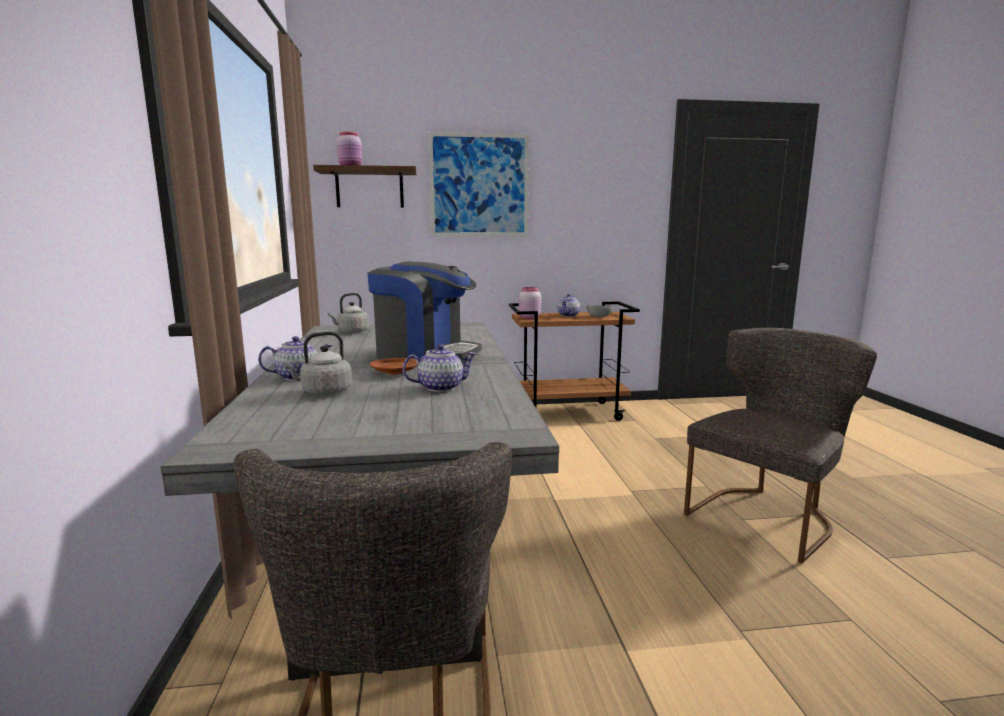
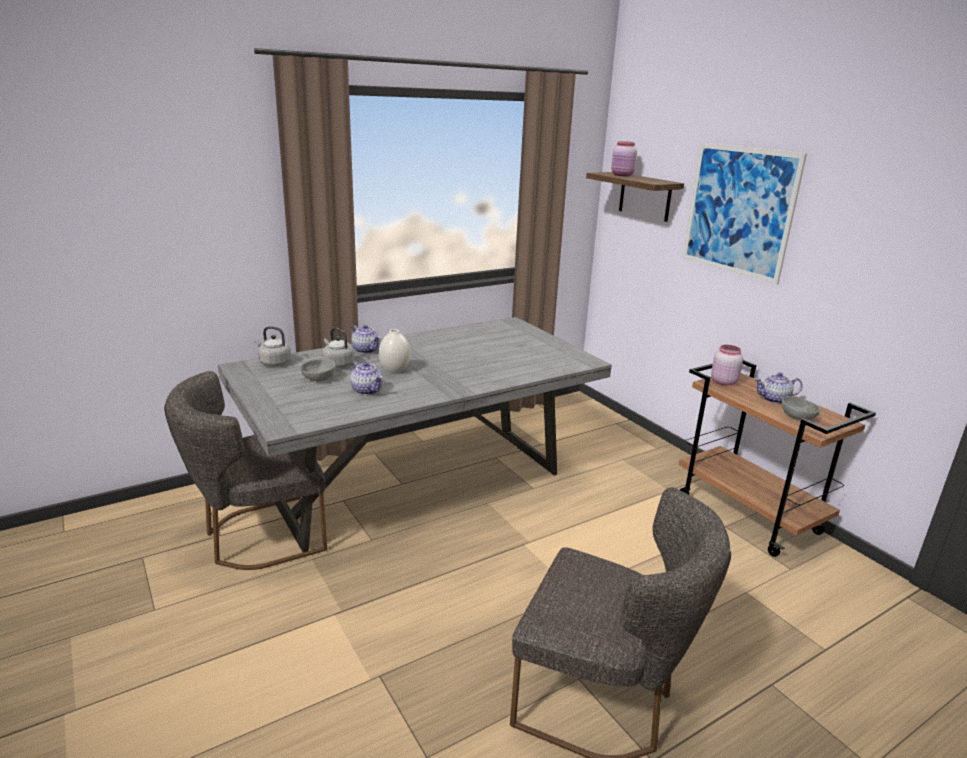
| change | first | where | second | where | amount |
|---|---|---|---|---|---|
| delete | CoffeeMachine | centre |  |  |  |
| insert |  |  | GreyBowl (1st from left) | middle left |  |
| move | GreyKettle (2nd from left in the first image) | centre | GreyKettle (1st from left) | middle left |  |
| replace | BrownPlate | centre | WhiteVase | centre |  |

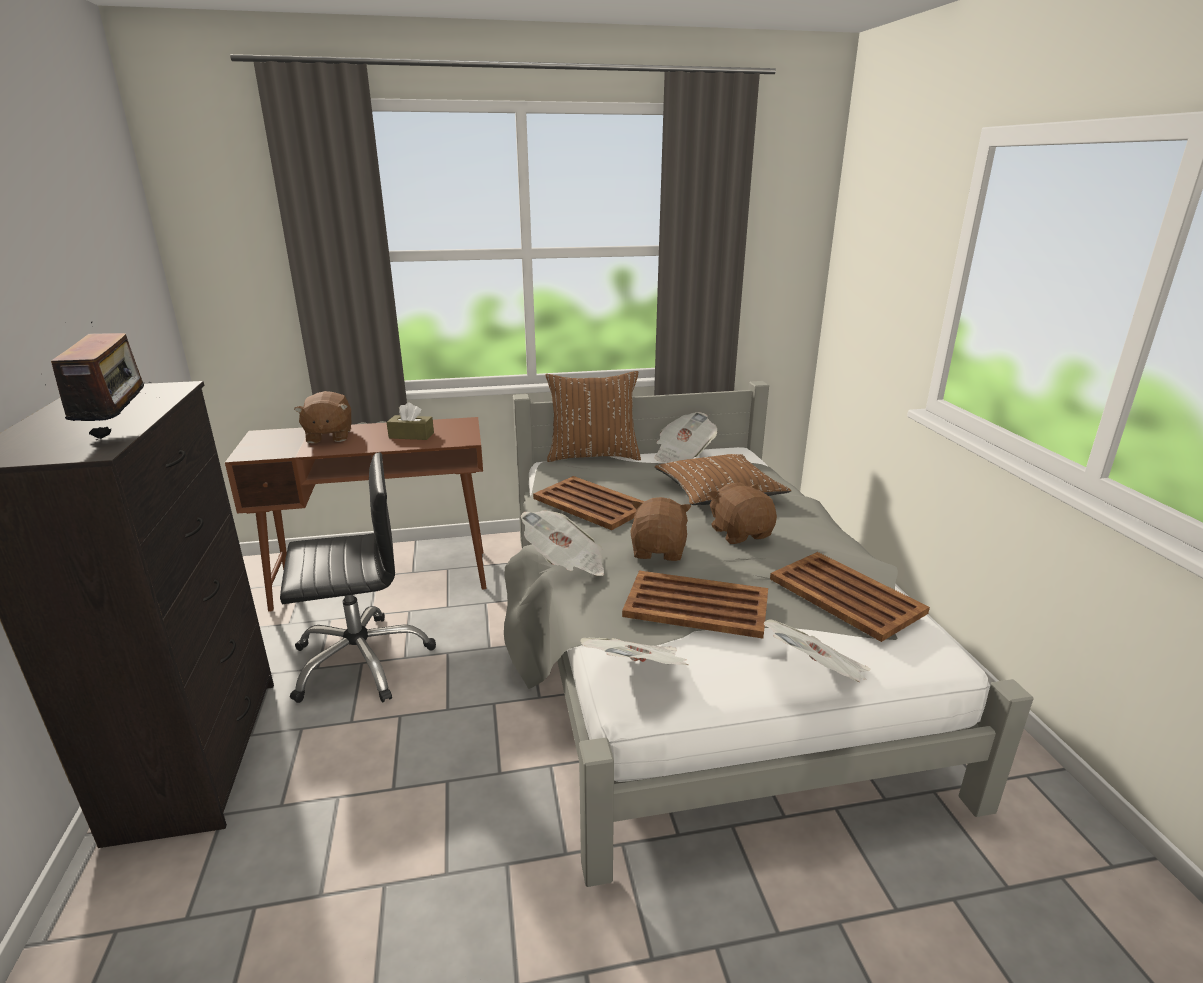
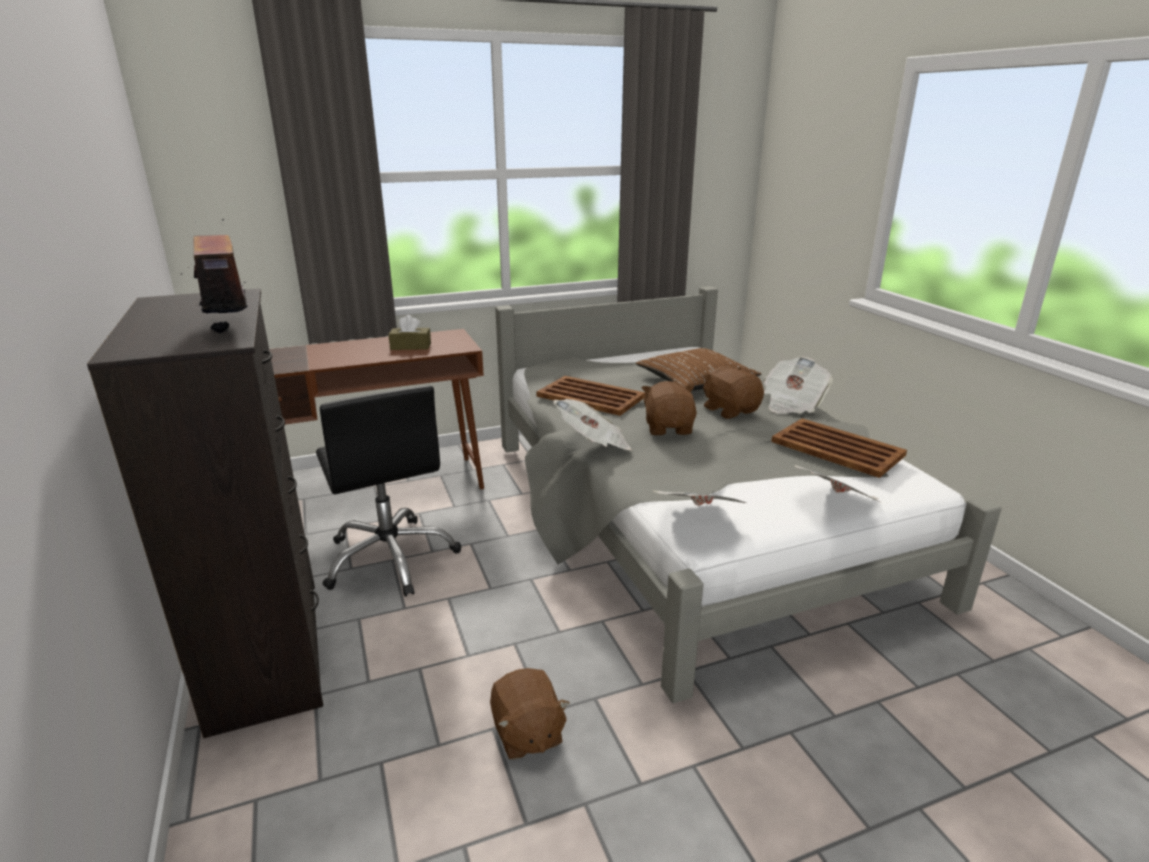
| change | first | where | second | where | amount |
|---|---|---|---|---|---|
| delete | BrownPillow (1st from left) | centre |  |  |  |
| delete | BrownTray (2nd from left) | centre |  |  |  |
| move | BrownPlushToy (1st from left) | middle left |  | bottom centre |  |
| move | Newspaper (3rd from left) | centre |  | middle right |  |
| rotate | BlackOfficeChair | middle left |  | centre | 90 degrees clockwise |

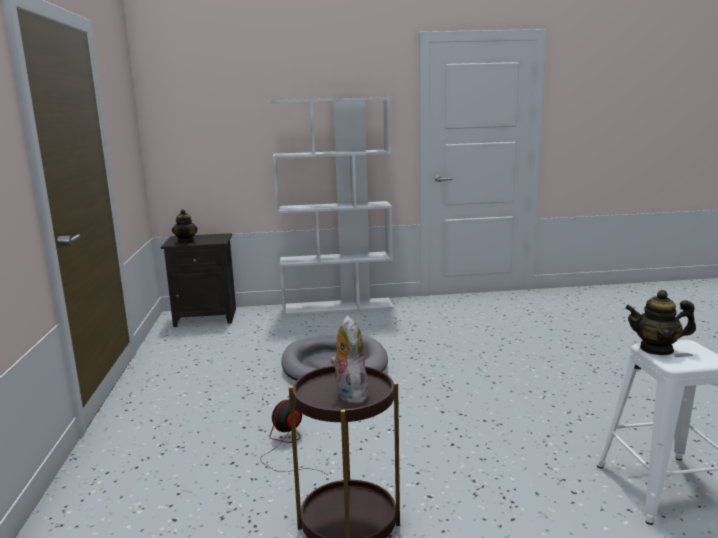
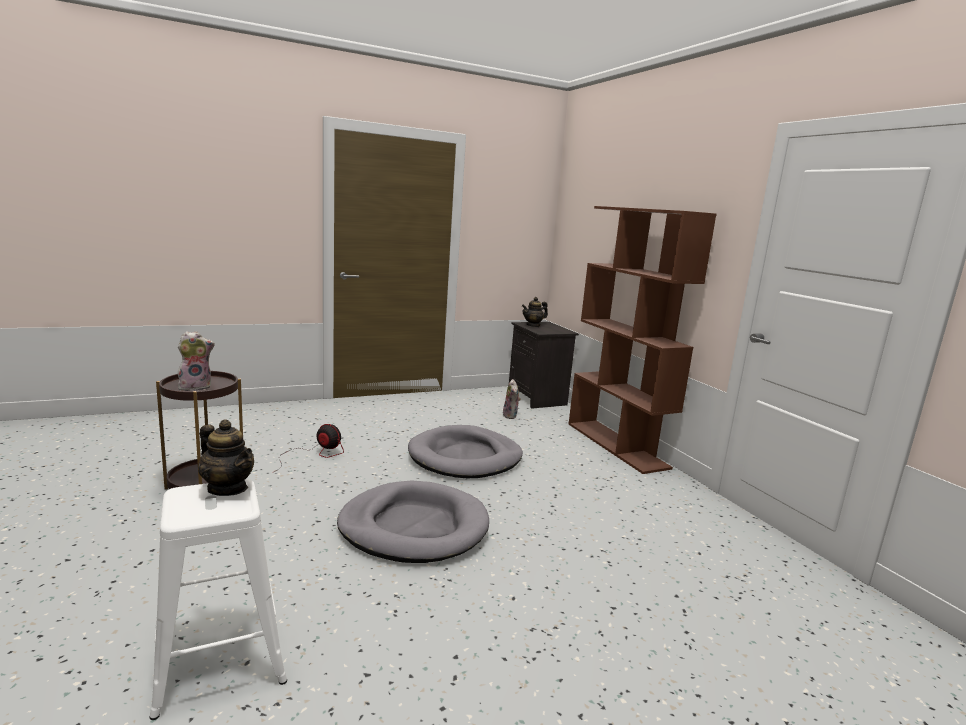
| change | first | where | second | where | amount |
|---|---|---|---|---|---|
| insert |  |  | GreyDogBed (1st from left) | bottom centre |  |
| insert |  |  | PlushToy (2nd from left) | centre |  |
| recolor | WhiteBookcase | centre | BrownBookcase | centre |  |
| rotate | Teapot (2nd from left in the first image) | middle right | Teapot (1st from left) | middle left | 135 degrees clockwise |

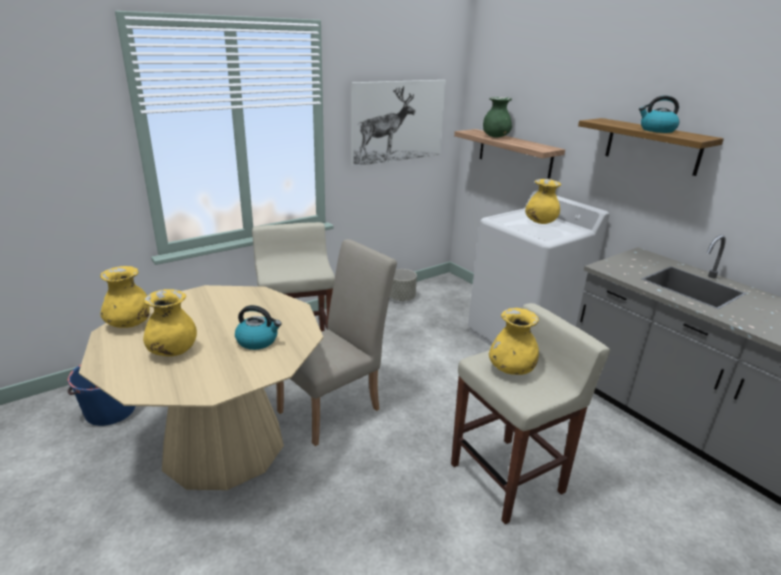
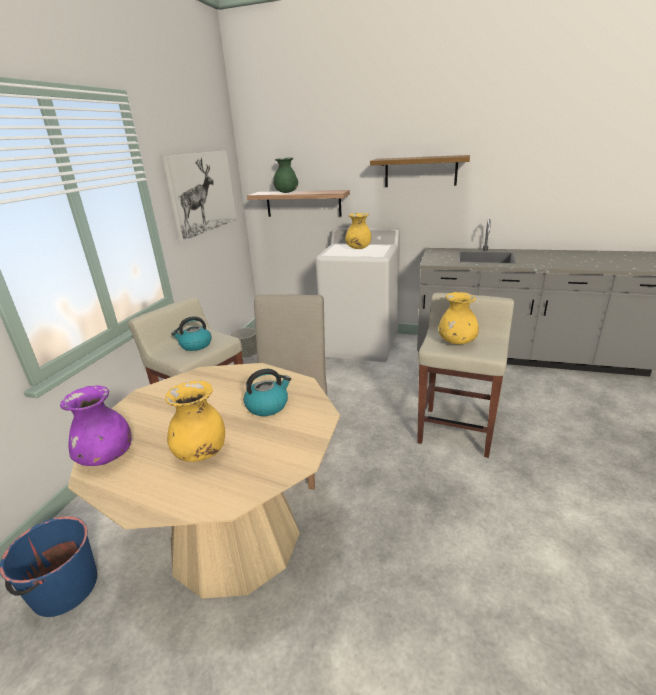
| change | first | where | second | where | amount |
|---|---|---|---|---|---|
| move | Kettle (2nd from left in the first image) | top right | Kettle (1st from left) | middle left |  |
| recolor | YellowVase (1st from left) | middle left | PurpleVase | middle left |  |

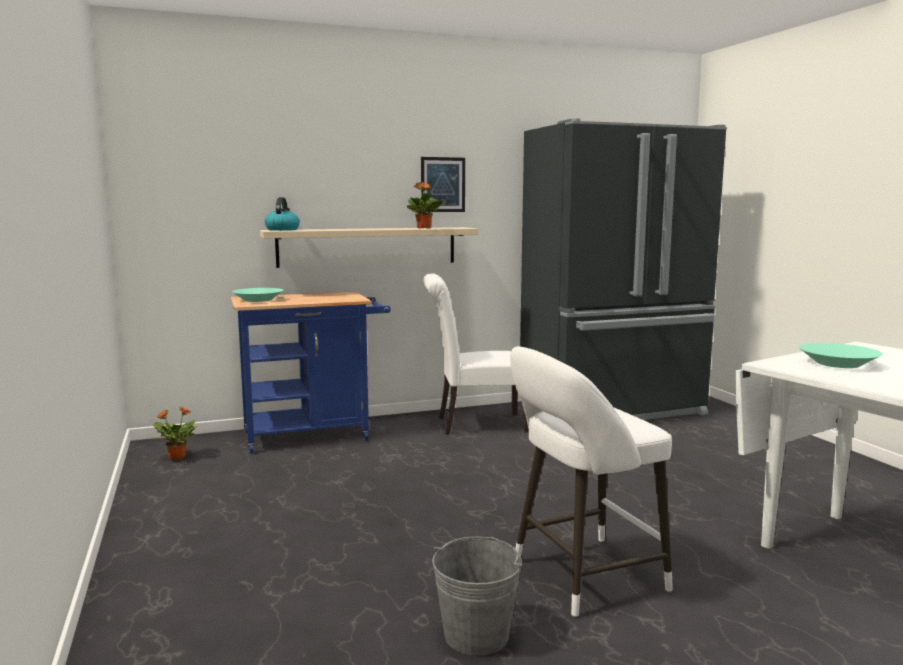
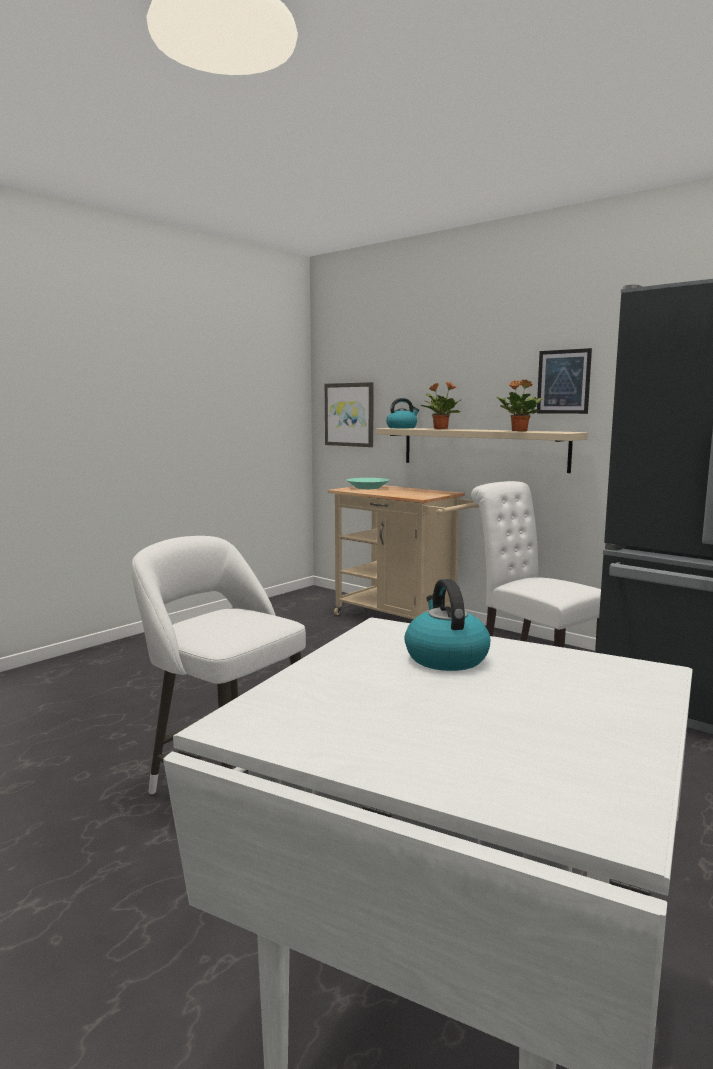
| change | first | where | second | where | amount |
|---|---|---|---|---|---|
| delete | GreyBucket | bottom centre |  |  |  |
| insert |  |  | Picture (1st from left) | centre |  |
| move | PottedPlant (1st from left) | middle left |  | centre |  |
| replace | TurquoiseBowl (2nd from left) | middle right | Kettle (2nd from left) | centre |  |
| recolor | BlueCart | centre | BeigeCart | centre |  |

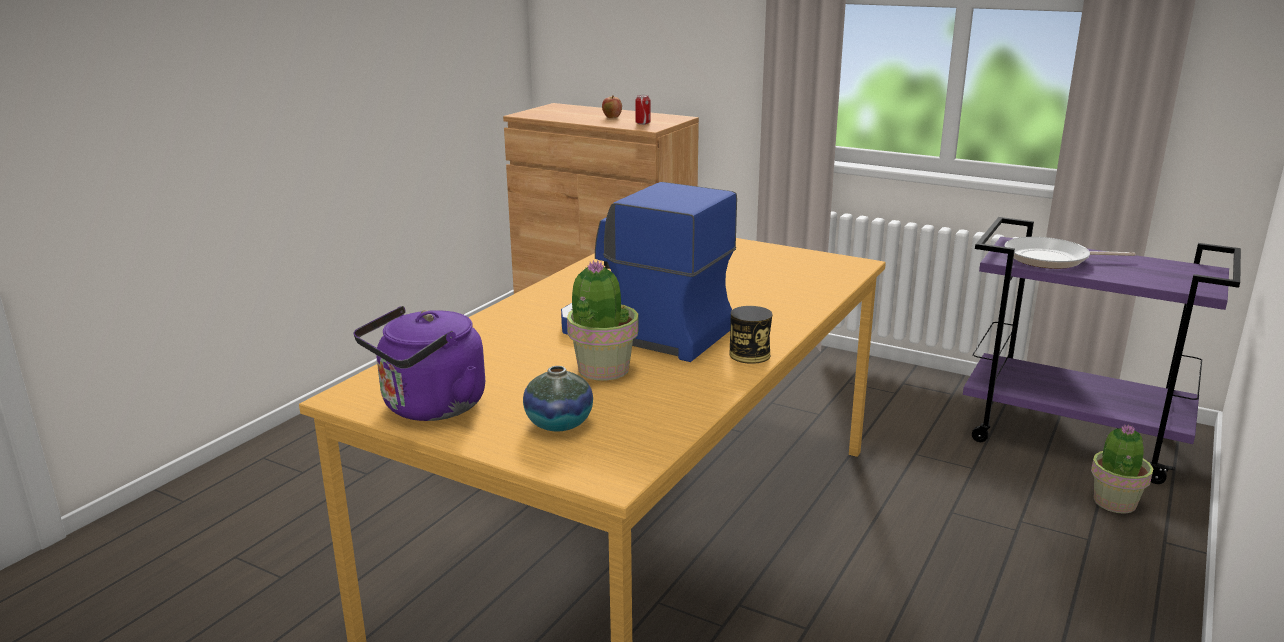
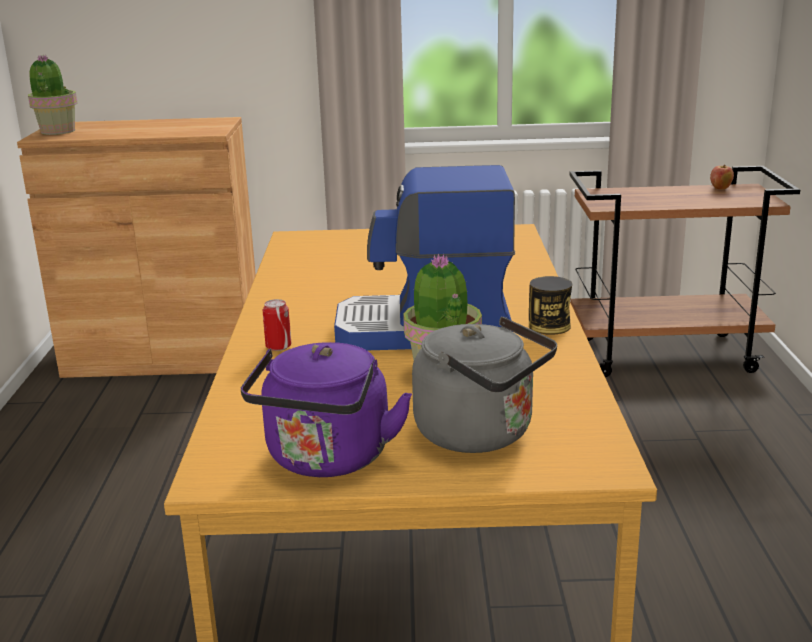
| change | first | where | second | where | amount |
|---|---|---|---|---|---|
| delete | FryingPan | middle right |  |  |  |
| move | Apple | top centre |  | top right |  |
| move | Can (1st from left) | top centre |  | centre |  |
| move | PottedPlant (2nd from left in the first image) | bottom right | PottedPlant (1st from left) | top left |  |
| replace | Vase | centre | GreyKettle | centre |  |
| recolor | PurpleCart | middle right | BrownCart | middle right |  |

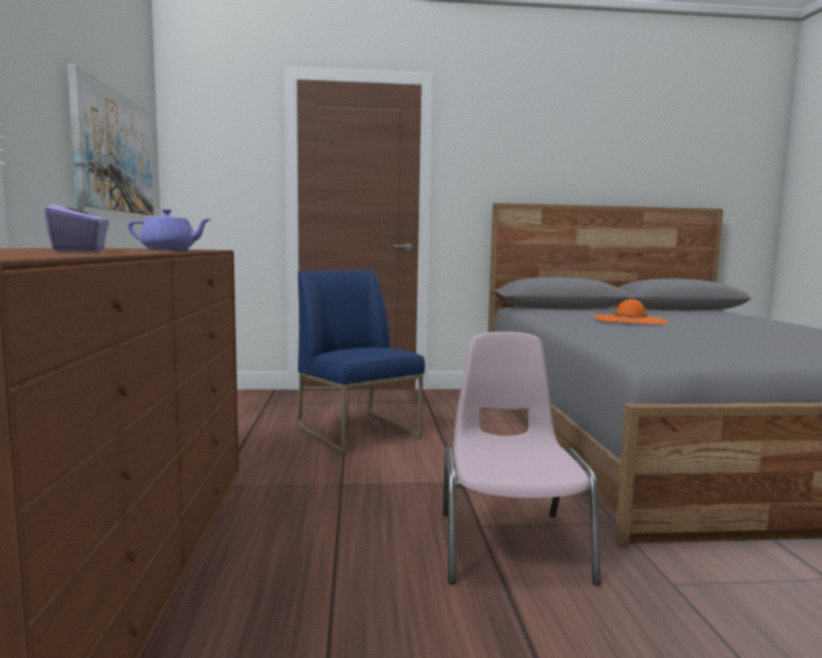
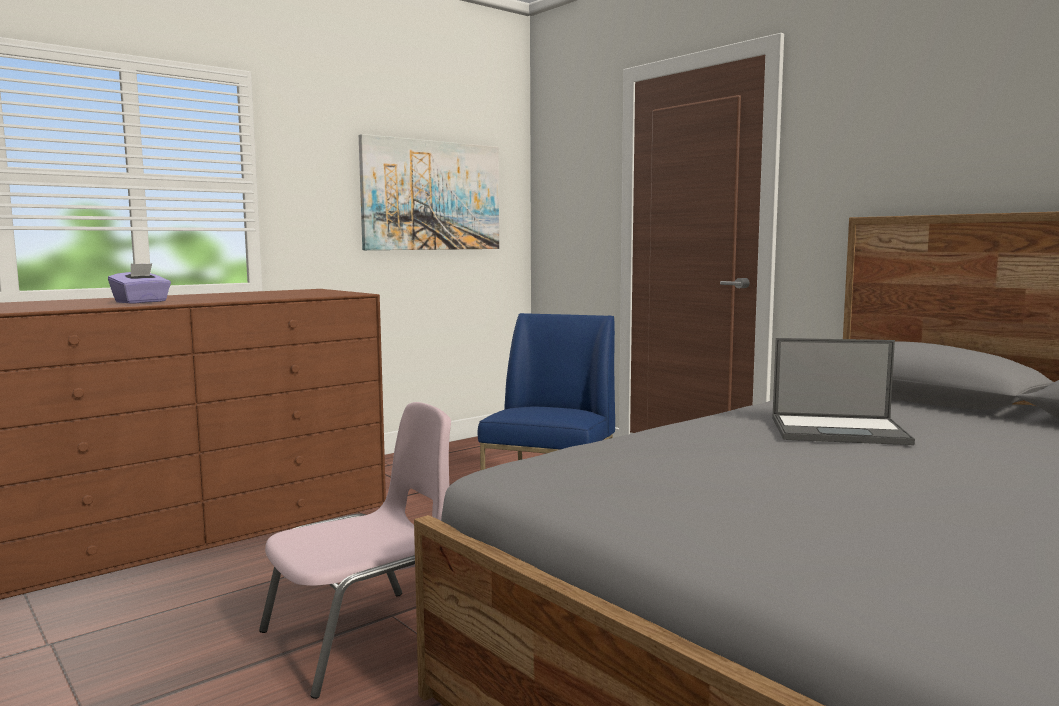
| change | first | where | second | where | amount |
|---|---|---|---|---|---|
| delete | PurpleTeapot | middle left |  |  |  |
| replace | OrangeHat | middle right | Laptop | middle right |  |

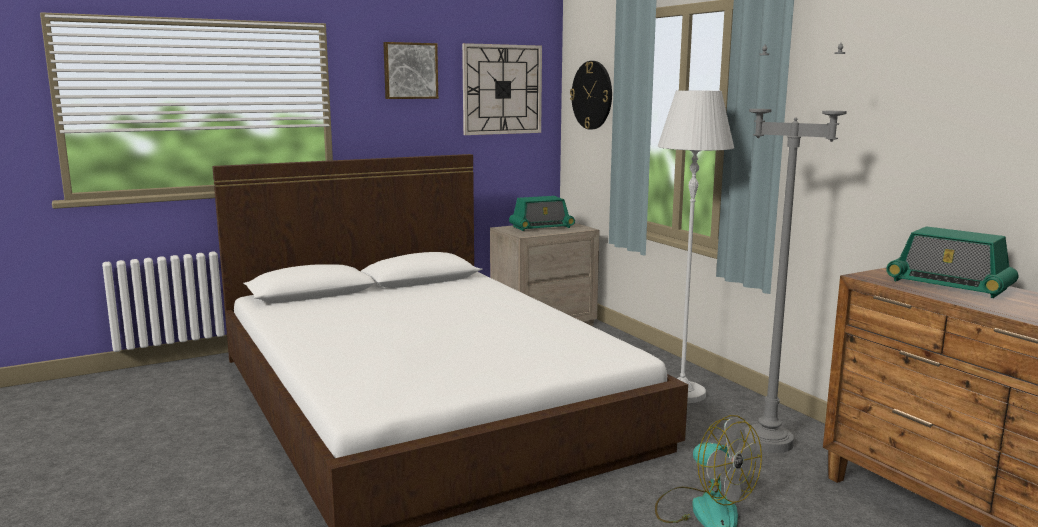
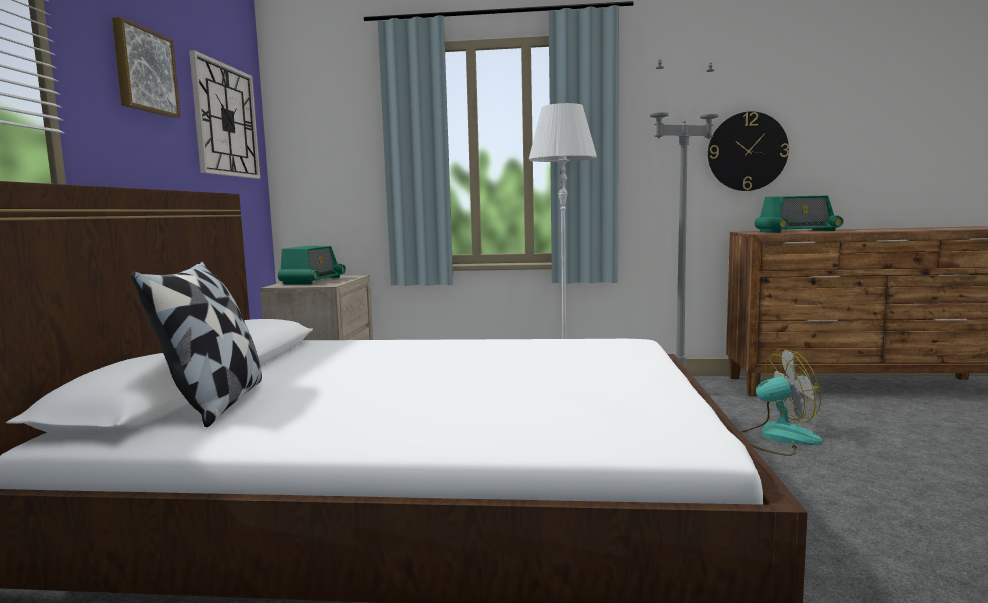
| change | first | where | second | where | amount |
|---|---|---|---|---|---|
| insert |  |  | Pillow | middle left |  |
| move | WallClock (2nd from left) | top centre |  | top right |  |

